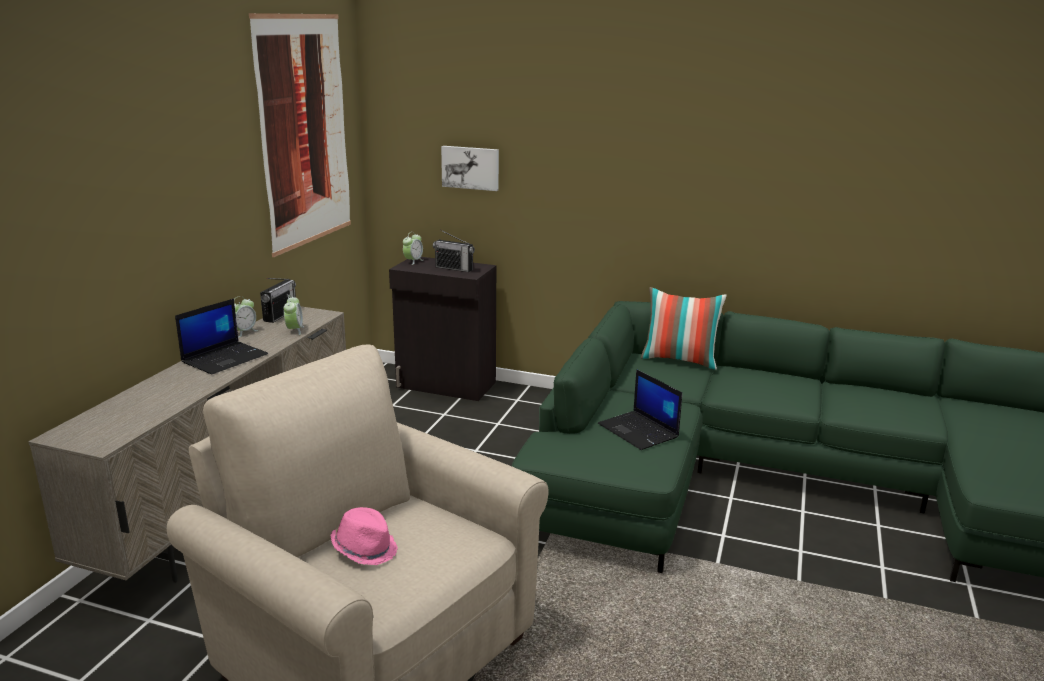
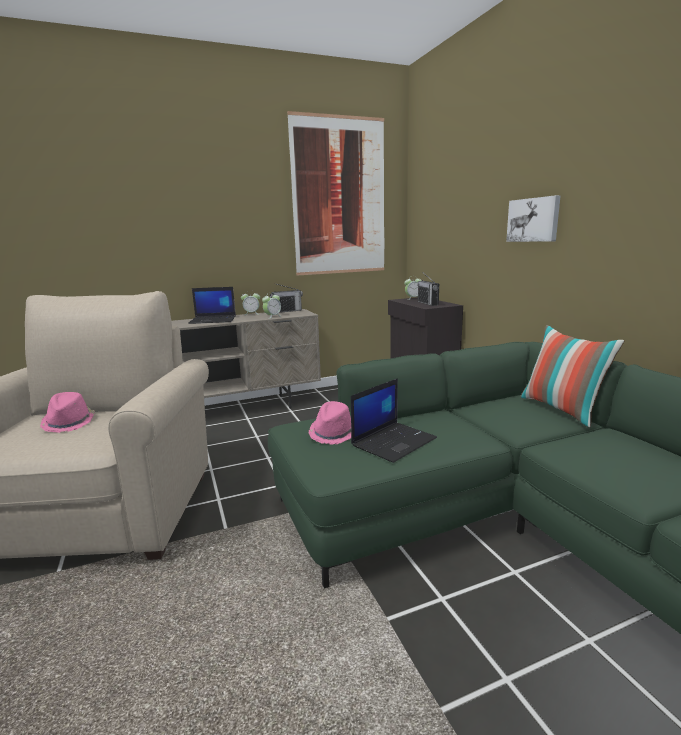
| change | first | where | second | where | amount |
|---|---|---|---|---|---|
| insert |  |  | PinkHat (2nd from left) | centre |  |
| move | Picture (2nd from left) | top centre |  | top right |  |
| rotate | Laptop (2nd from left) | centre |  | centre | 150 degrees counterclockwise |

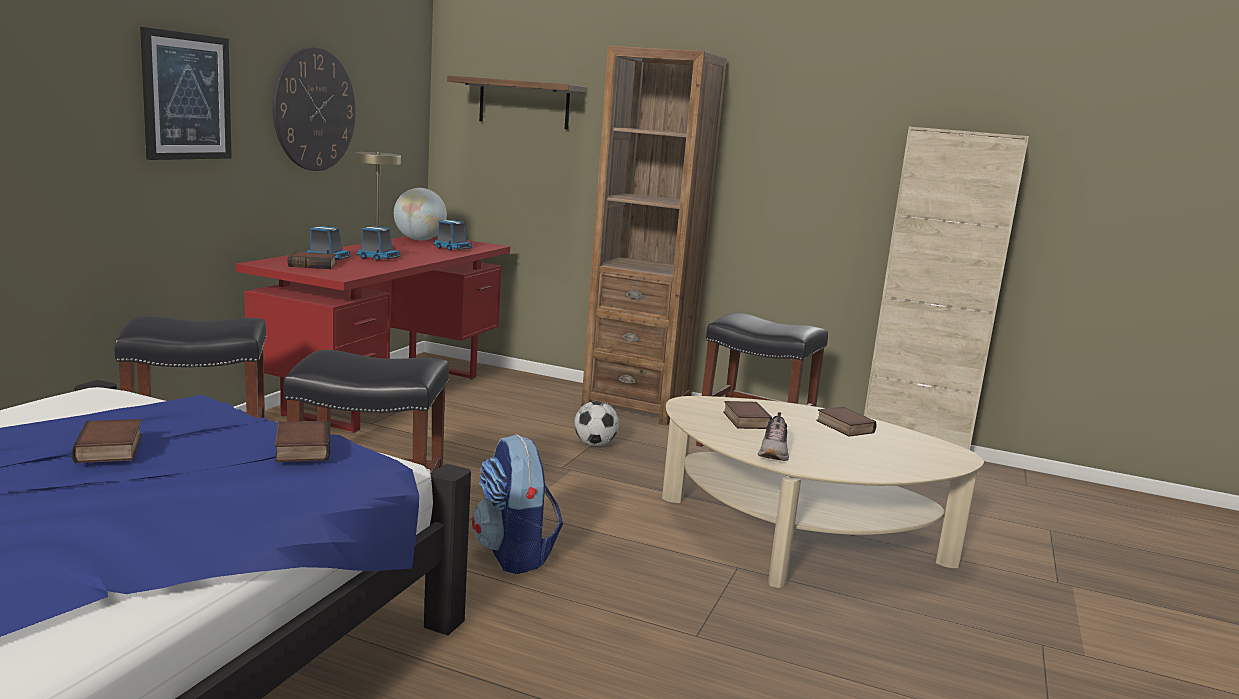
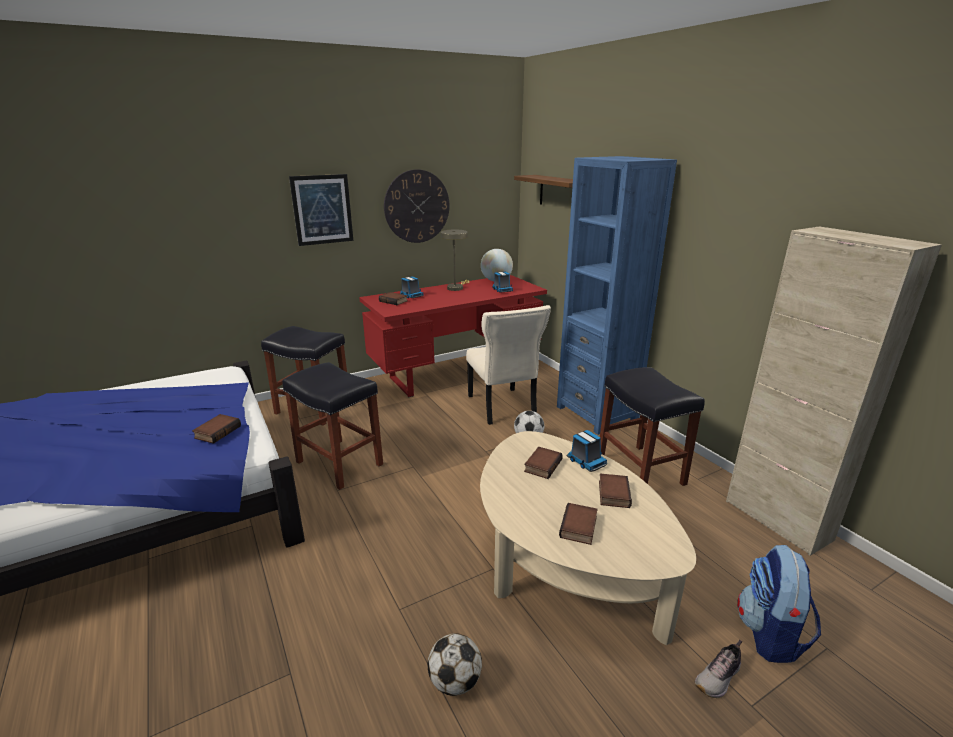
| change | first | where | second | where | amount |
|---|---|---|---|---|---|
| insert |  |  | Football (1st from left) | bottom centre |  |
| insert |  |  | BeigeChair | centre |  |
| move | Book (1st from left in the first image) | middle left | Book (4th from left) | bottom centre |  |
| move | ToyTruck (2nd from left in the first image) | middle left | ToyTruck (3rd from left) | centre |  |
| move | Backpack | bottom centre |  | bottom right |  |
| move | Shoe | centre |  | bottom right |  |
| recolor | BrownBookcase | centre | BlueBookcase | centre |  |

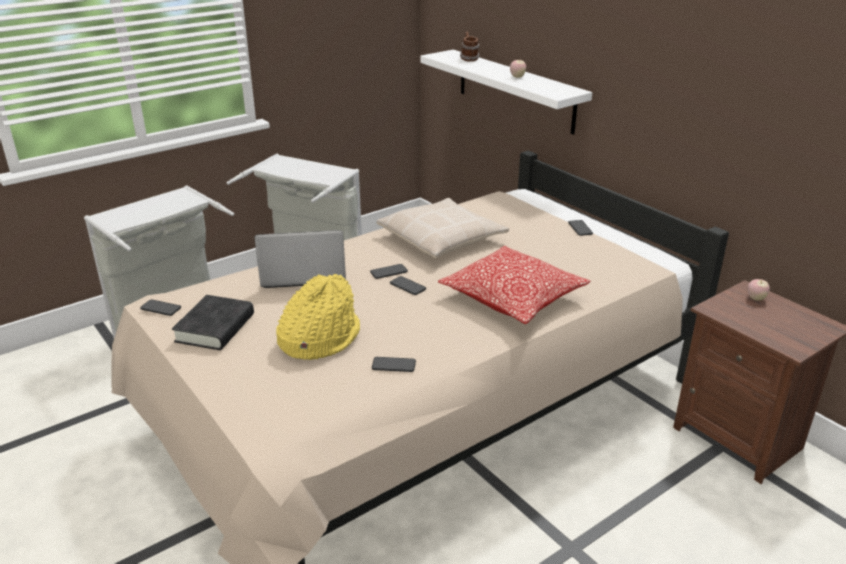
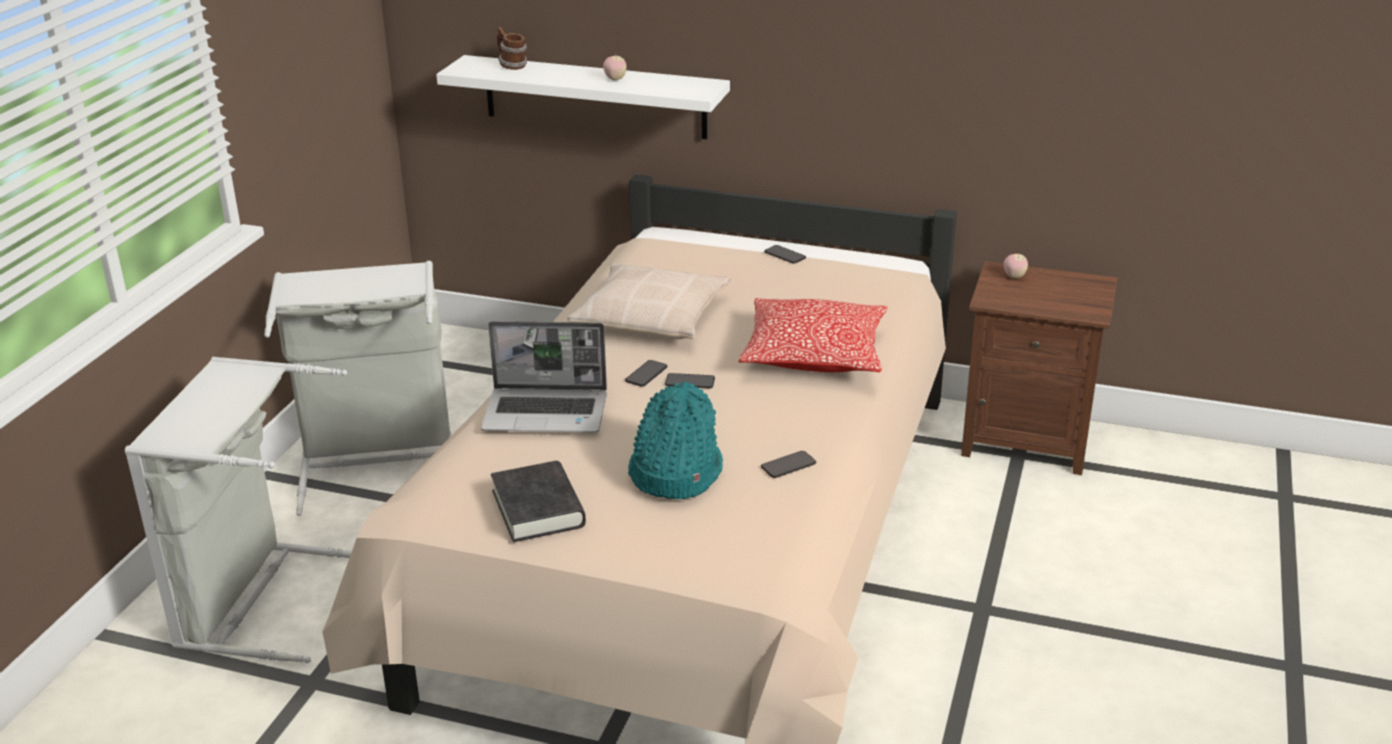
| change | first | where | second | where | amount |
|---|---|---|---|---|---|
| delete | Phone (1st from left) | middle left |  |  |  |
| recolor | YellowHat | centre | TurquoiseHat | centre |  |
| rotate | Laptop | centre |  | centre | 135 degrees counterclockwise |

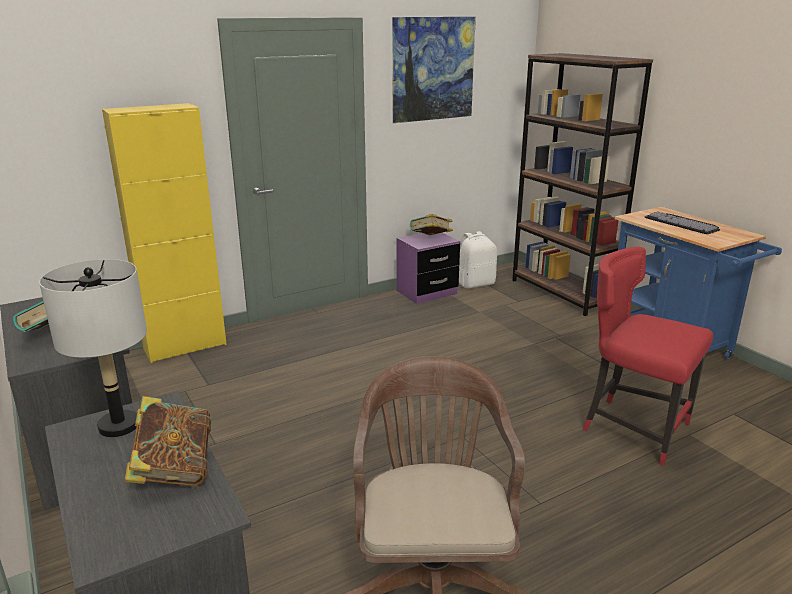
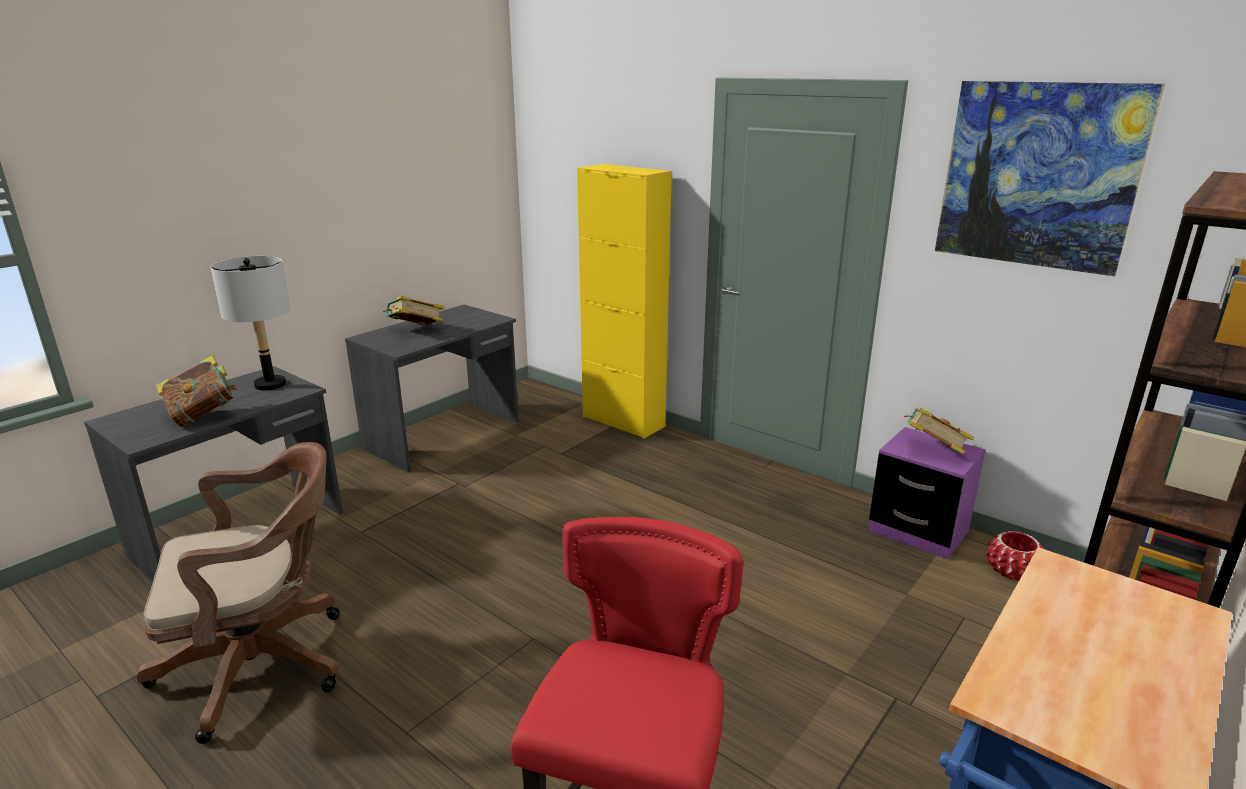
| change | first | where | second | where | amount |
|---|---|---|---|---|---|
| delete | Keyboard | middle right |  |  |  |
| replace | WhiteBackpack | centre | RedPlanter | bottom right |  |

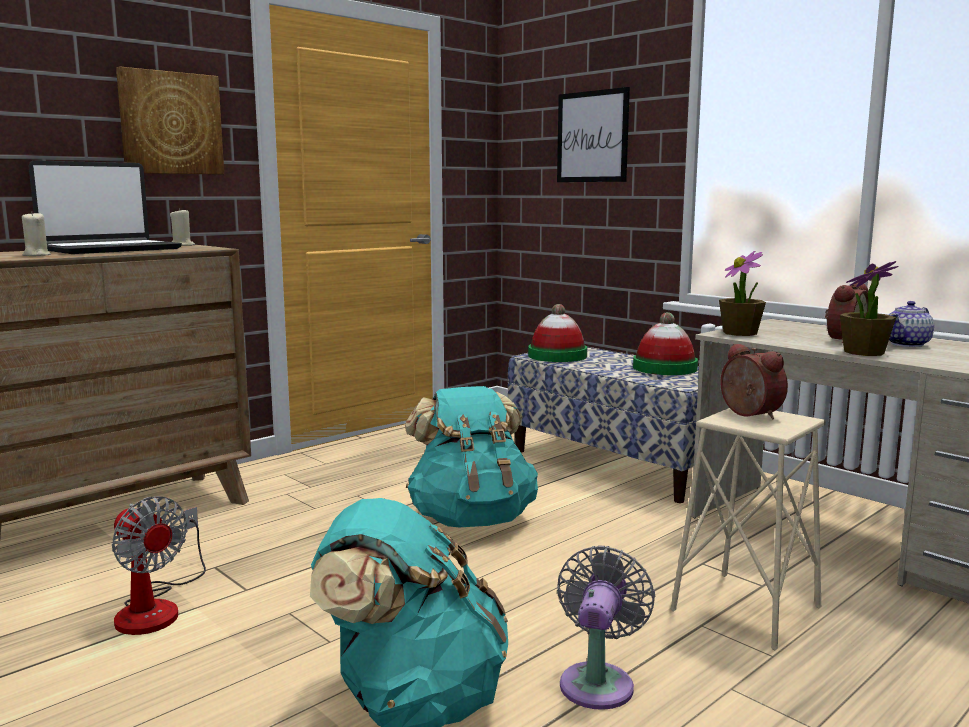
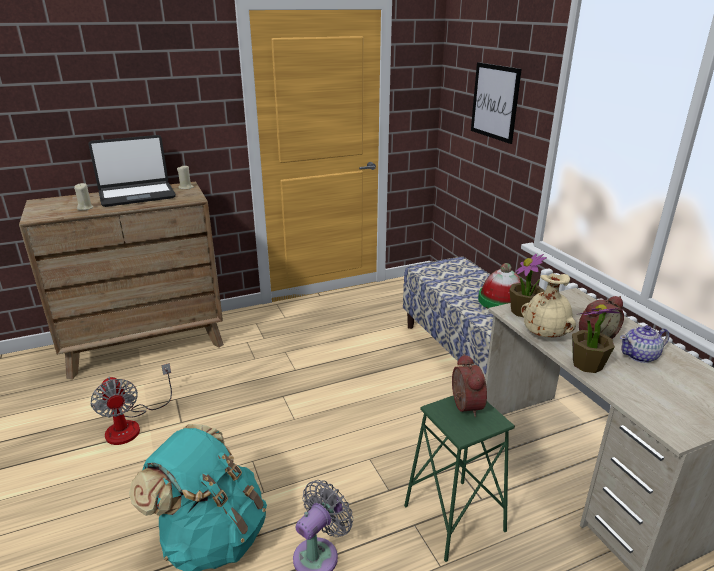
| change | first | where | second | where | amount |
|---|---|---|---|---|---|
| delete | Picture (1st from left) | top left |  |  |  |
| delete | TurquoiseBackpack (2nd from left) | centre |  |  |  |
| delete | Hat (1st from left) | centre |  |  |  |
| insert |  |  | BeigeVase | middle right |  |
| recolor | BeigeStool | bottom right | GreenStool | bottom centre |  |

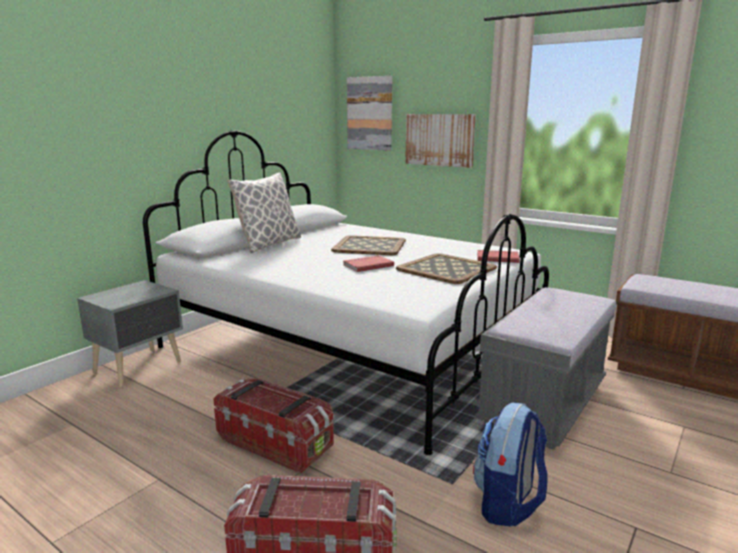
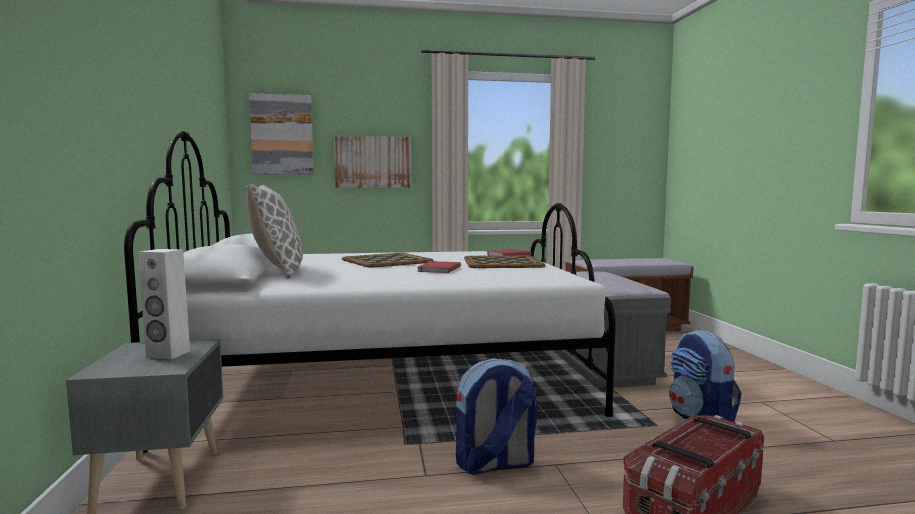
| change | first | where | second | where | amount |
|---|---|---|---|---|---|
| insert |  |  | WhiteSpeaker | middle left |  |
| replace | StorageBox (1st from left) | bottom centre | Backpack (1st from left) | bottom centre |  |

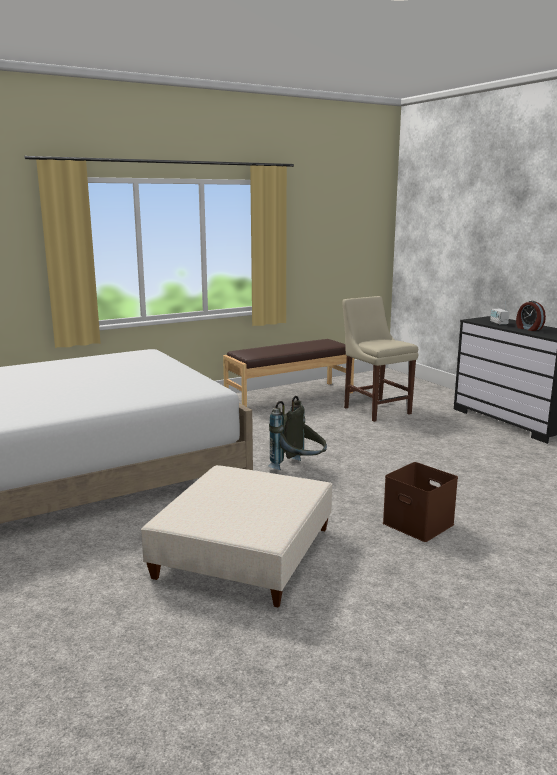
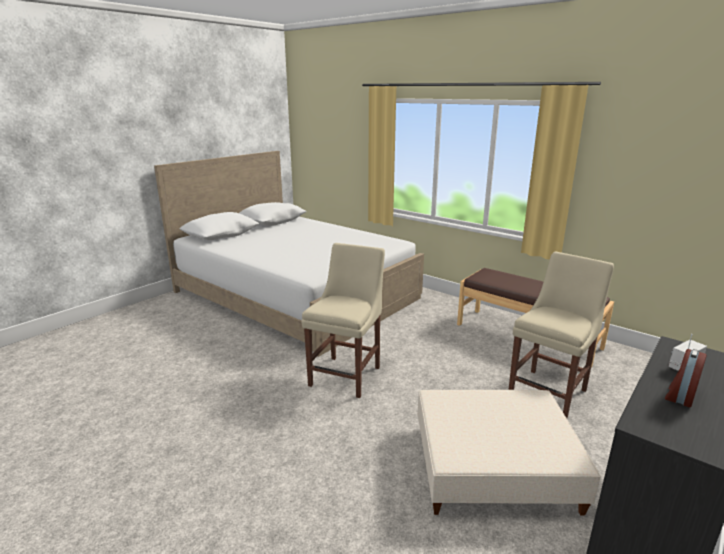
| change | first | where | second | where | amount |
|---|---|---|---|---|---|
| delete | BrownStorageBox | middle right |  |  |  |
| move | BeigeOttoman | bottom centre |  | bottom right |  |
| replace | GreyBackpack | centre | BeigeChair (1st from left) | centre |  |

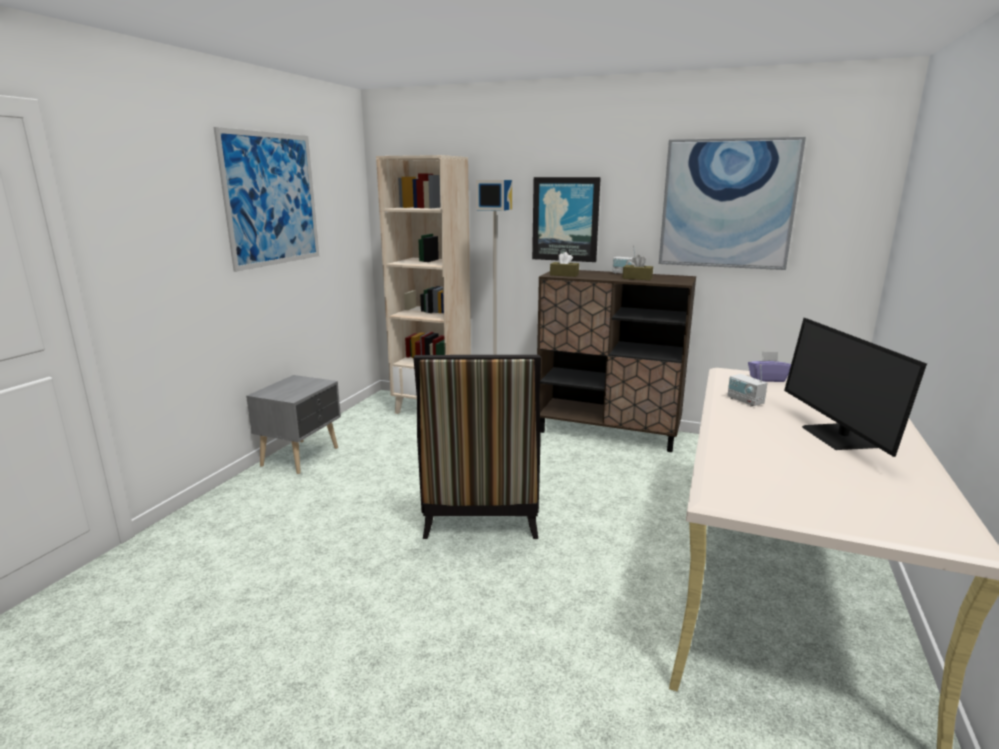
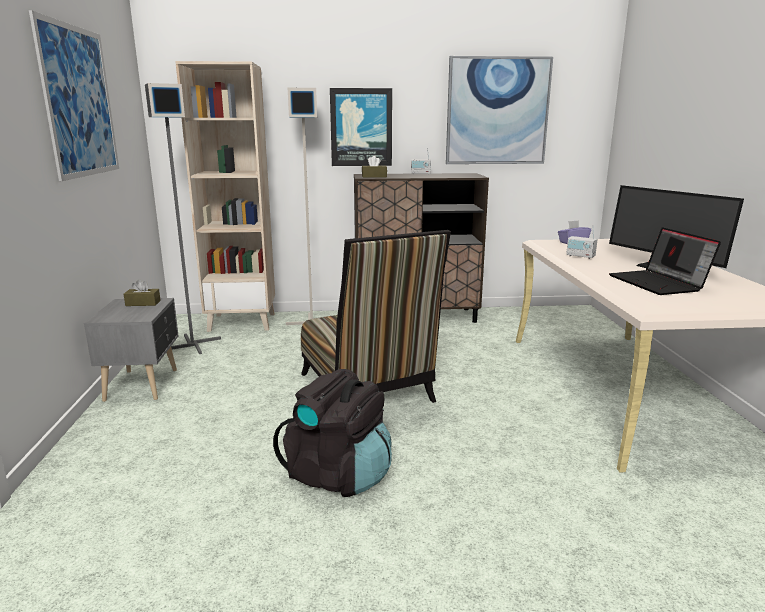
| change | first | where | second | where | amount |
|---|---|---|---|---|---|
| insert |  |  | GreyFloorLamp (1st from left) | middle left |  |
| insert |  |  | BlackBackpack | bottom centre |  |
| insert |  |  | Laptop | middle right |  |
| move | BrownTissueBox (2nd from left in the first image) | centre | BrownTissueBox (1st from left) | middle left |  |

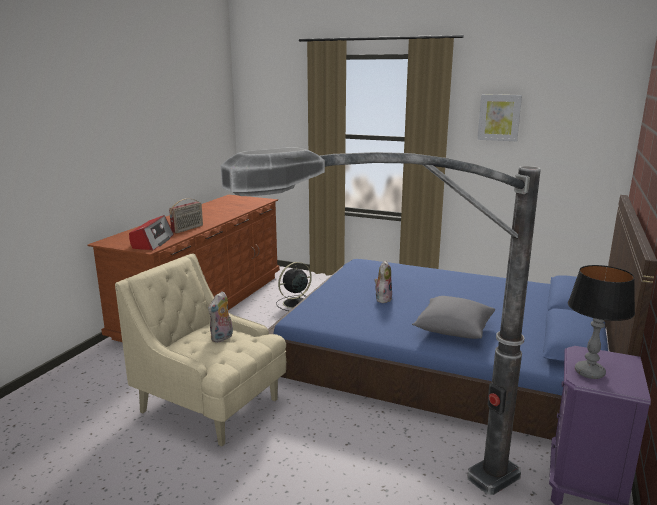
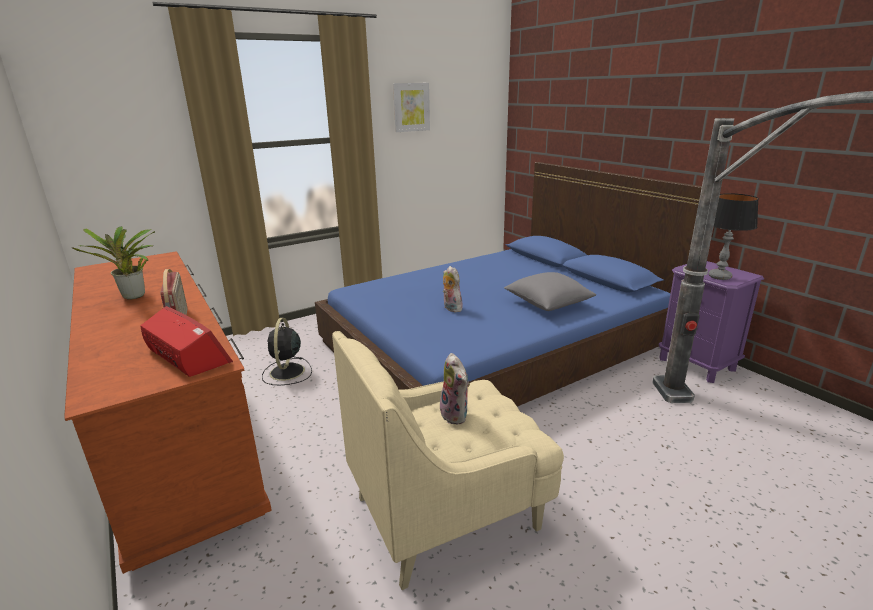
| change | first | where | second | where | amount |
|---|---|---|---|---|---|
| insert |  |  | PottedPlant | middle left |  |

